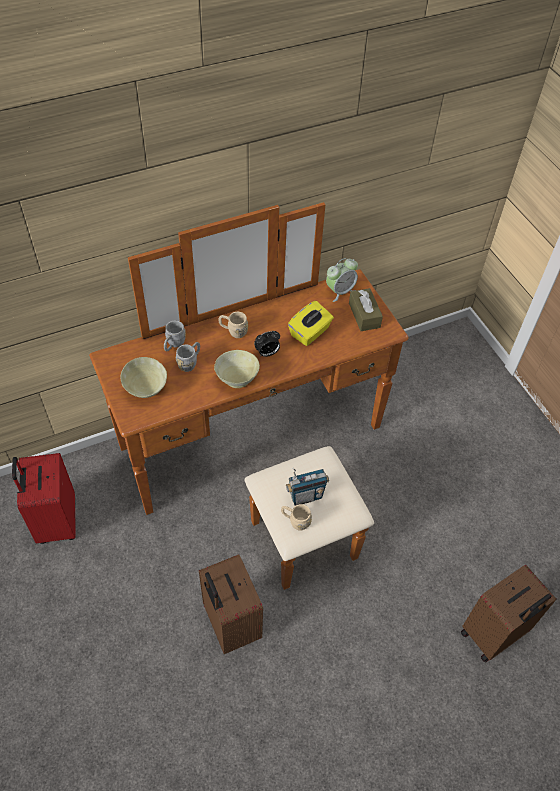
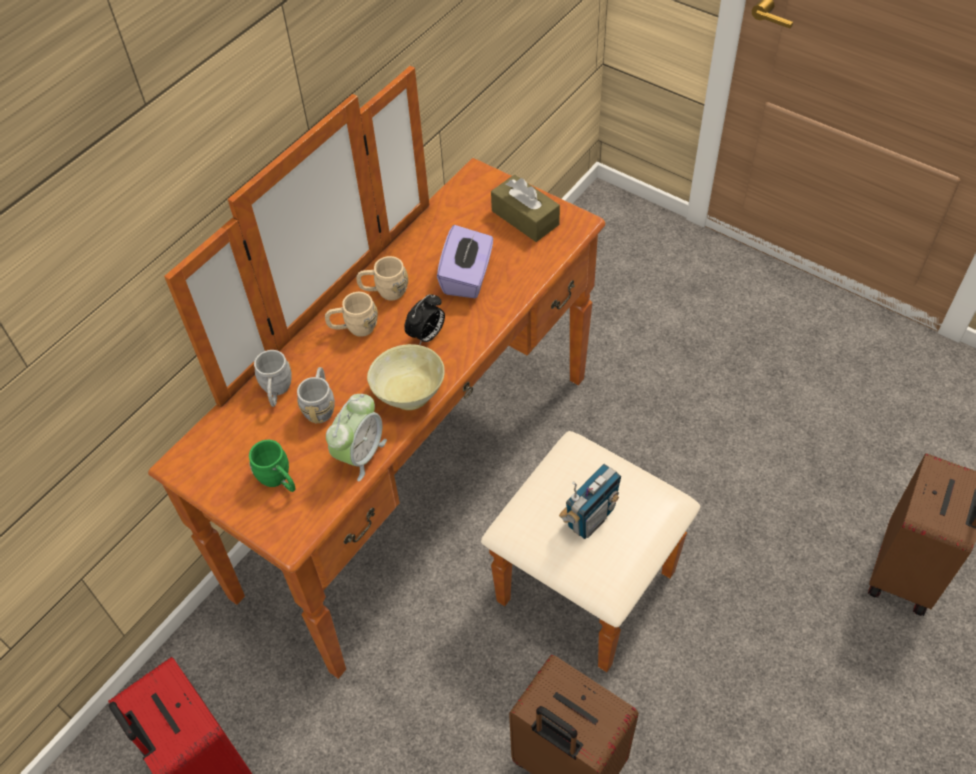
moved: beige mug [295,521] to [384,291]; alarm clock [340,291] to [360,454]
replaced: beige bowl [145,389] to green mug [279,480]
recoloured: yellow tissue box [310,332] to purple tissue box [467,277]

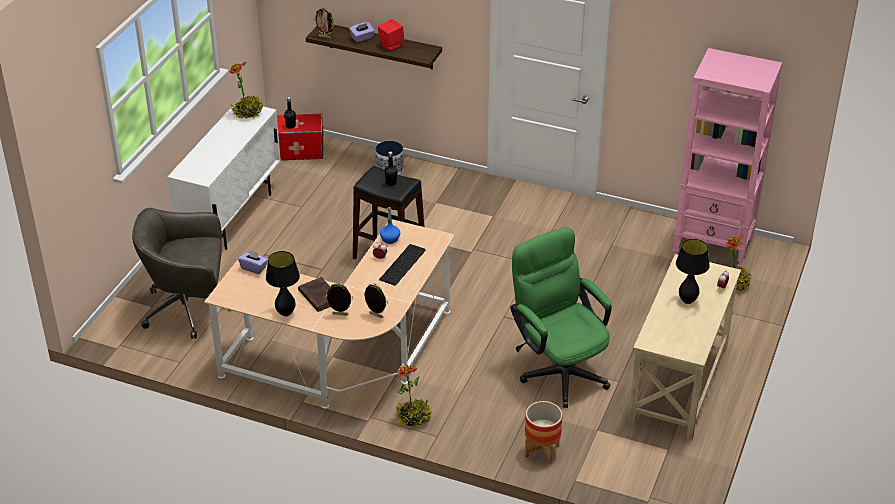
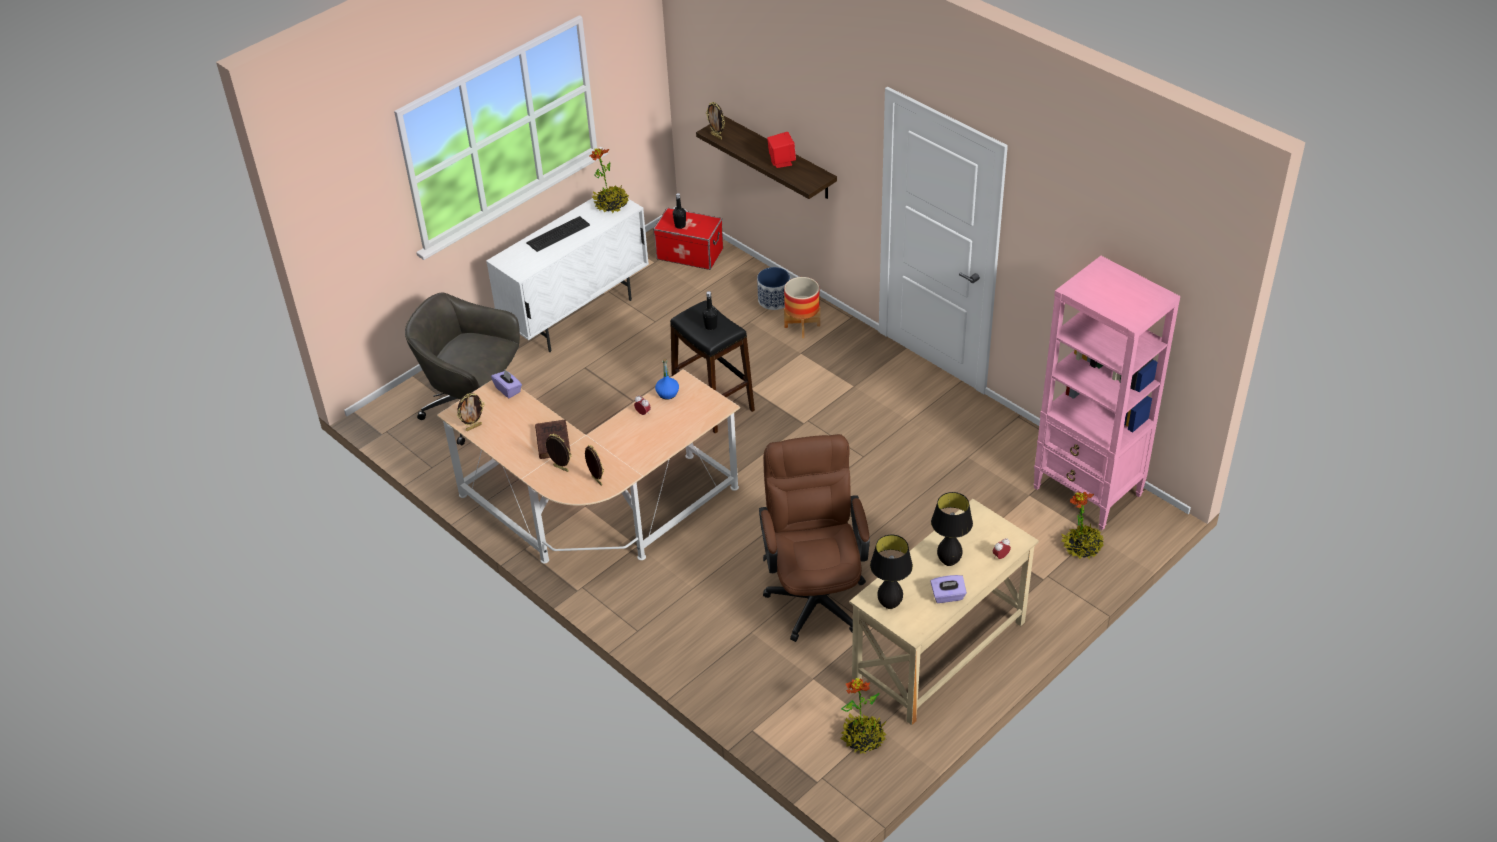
added: picture frame [473,427]
moved: black table lamp [286,313] to [890,604]; purple tissue box [362,38] to [948,596]; keyboard [401,265] to [557,234]; potted plant [413,418] to [863,738]; planter [541,451] to [802,326]
recoloured: green office chair [559,369] to brown office chair [815,592]

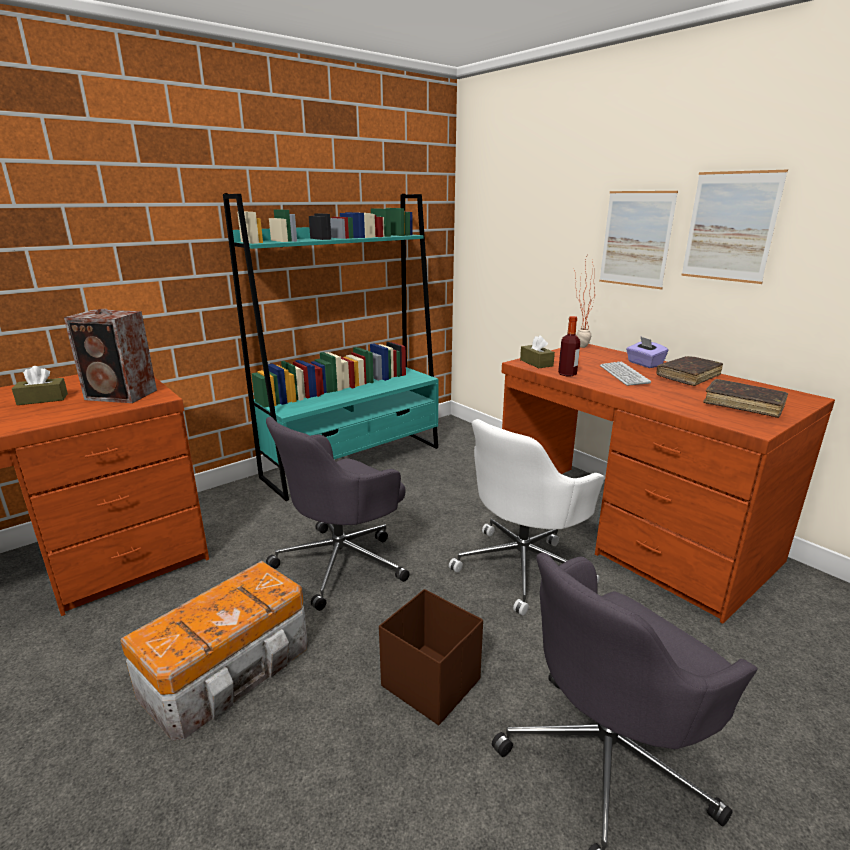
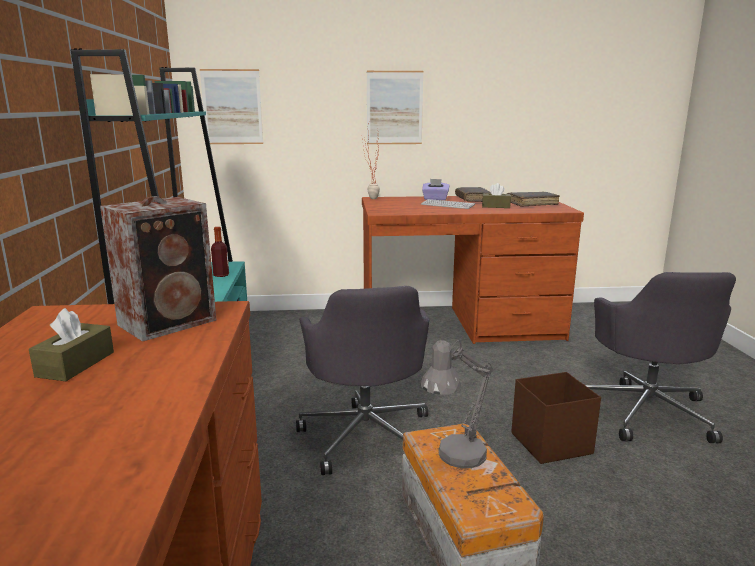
removed: white office chair [523,566]
added: grey table lamp [455,458]
moved: brown tissue box [536,363] to [496,206]; bottle [567,374] to [221,275]; picture [730,227] to [232,107]

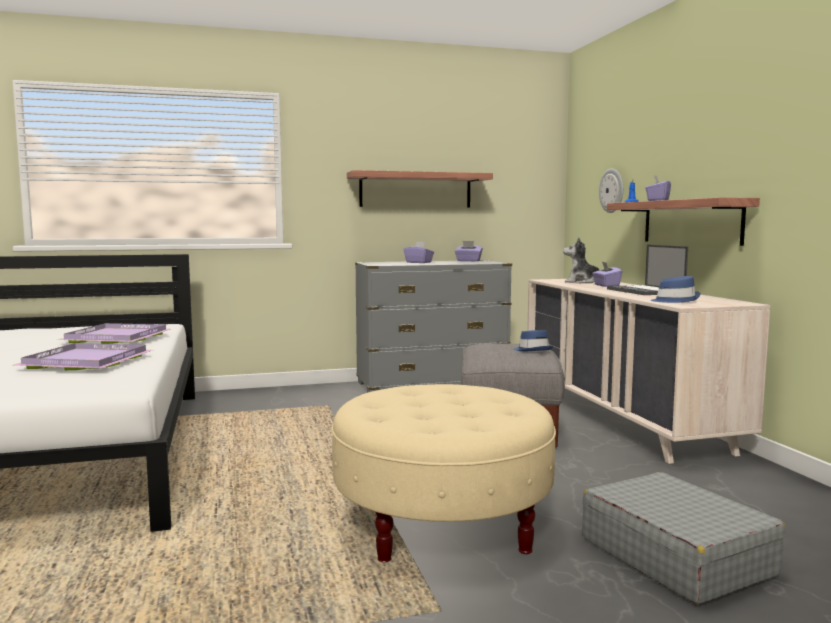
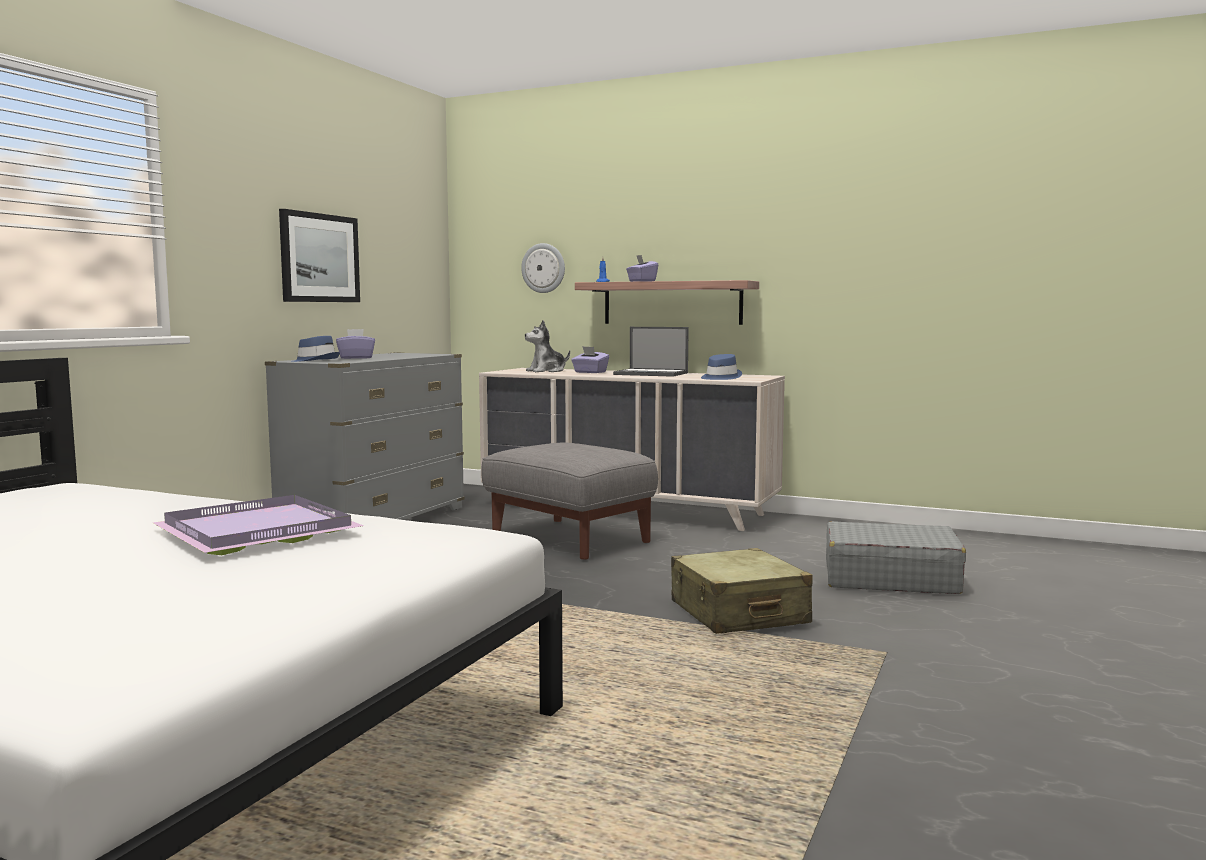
removed: purple tray [119,337]; purple tissue box [468,261]
moved: blue hat [532,350] to [315,360]
replaced: beige ottoman [442,524] to beige suitcase [738,613]; shelf [415,190] to picture [319,258]

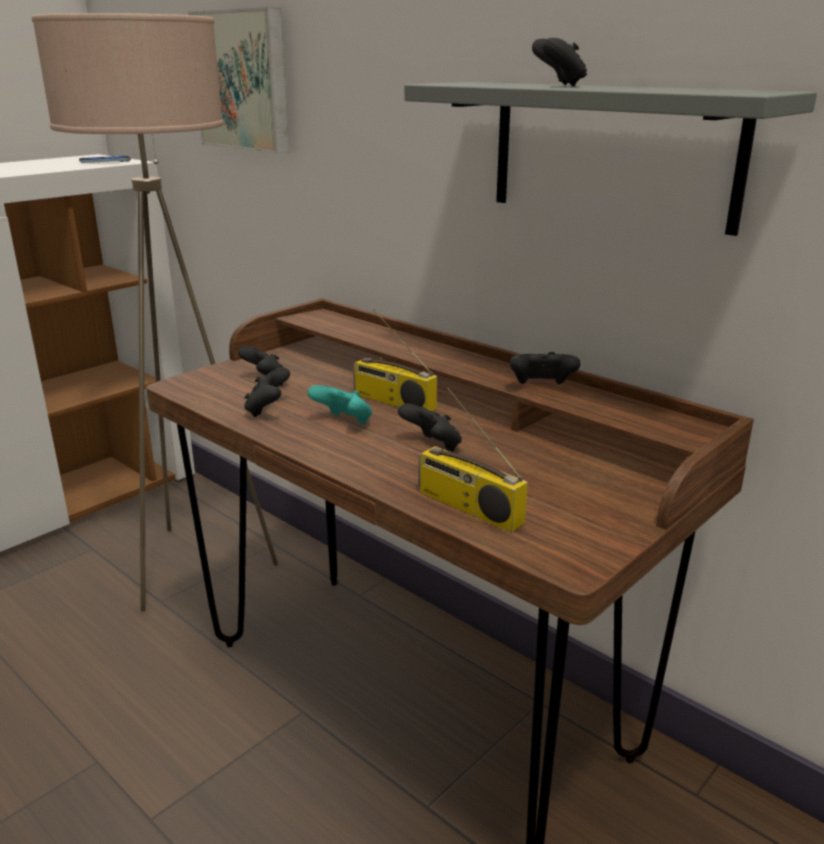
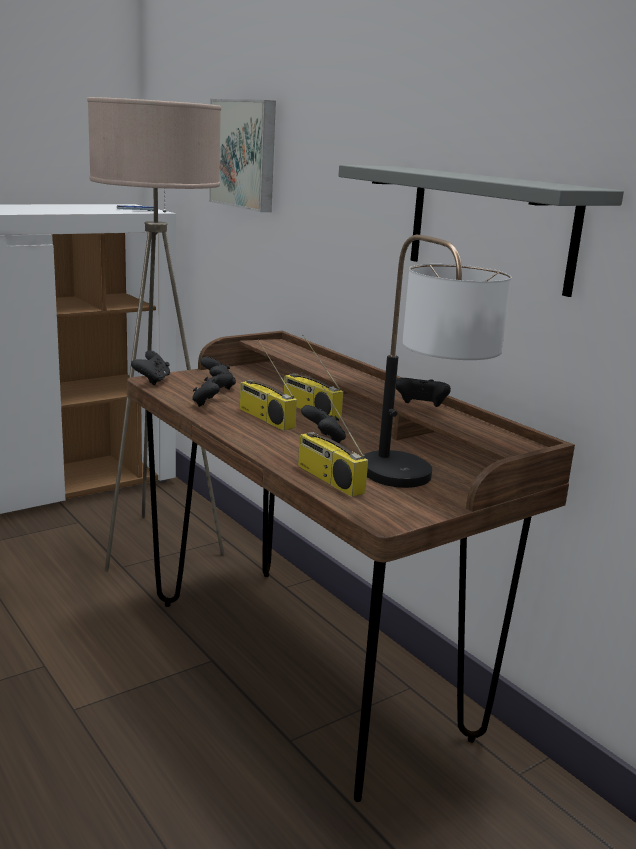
added: table lamp [417,487]
moved: black game controller [558,86] to [152,381]
replaced: turquoise game controller [344,422] to radio [264,418]

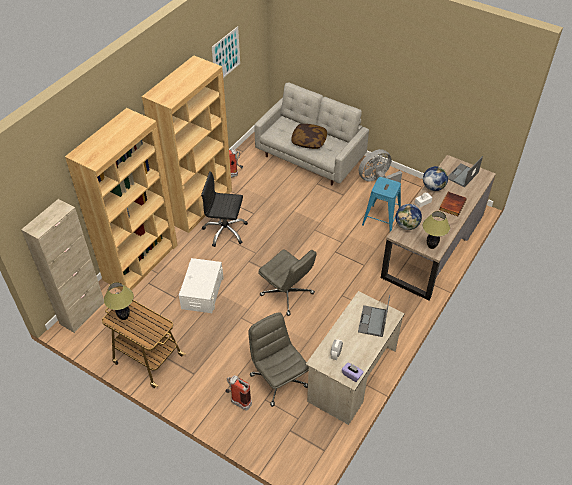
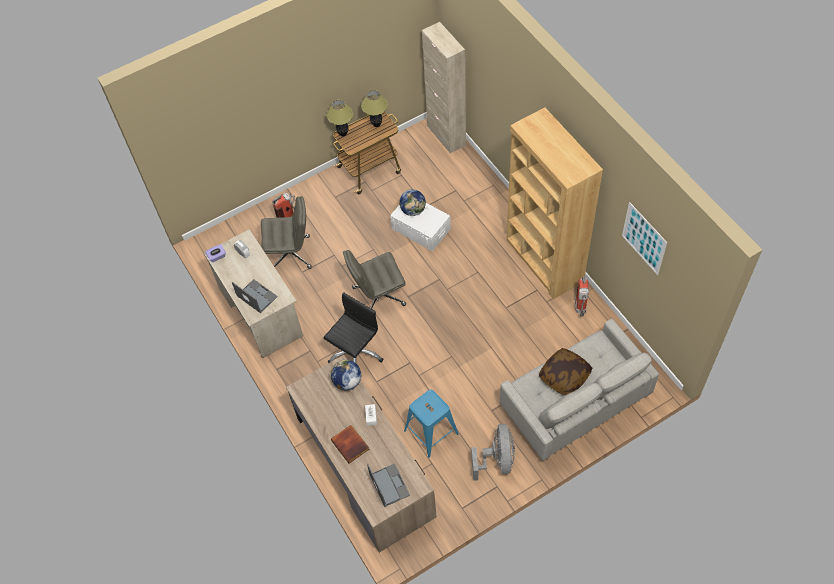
removed: brown bookcase [141,262]
moved: black office chair [225,231] to [355,354]; globe [433,187] to [413,210]; table lamp [431,246] to [343,134]

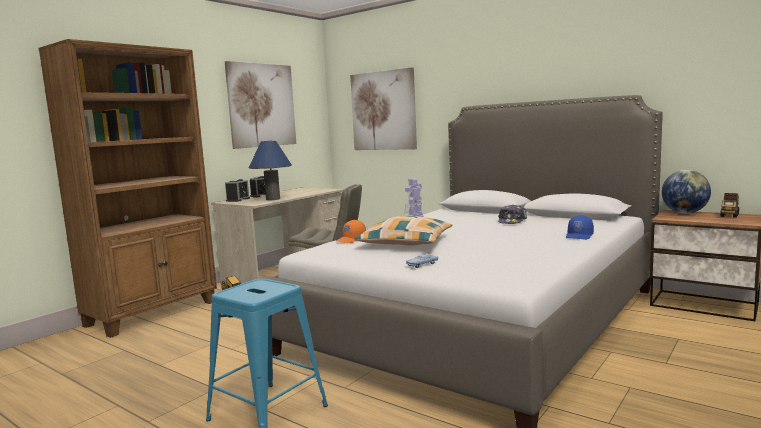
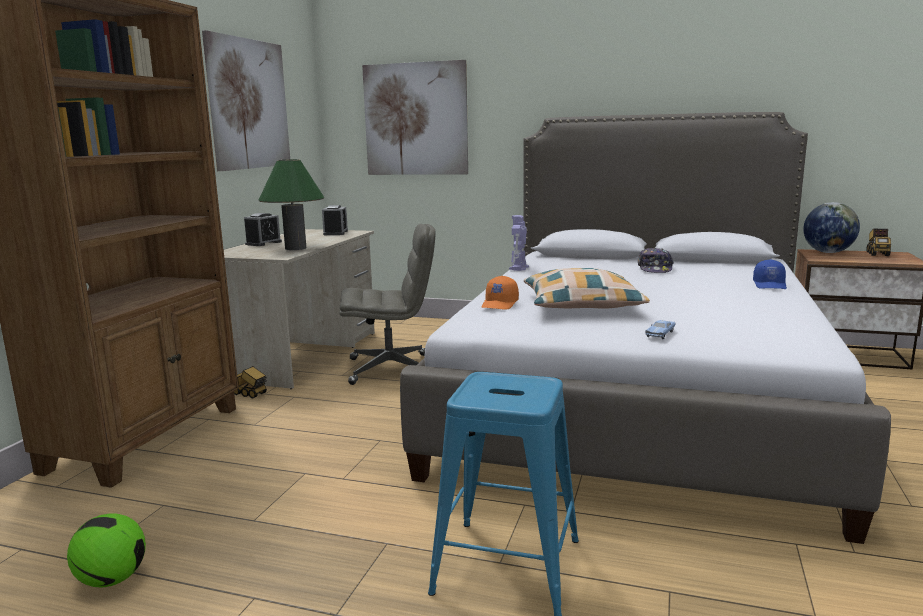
added: football [112,579]
moved: alarm clock [238,200] to [335,233]
recoloured: blue table lamp [273,199] to green table lamp [295,248]

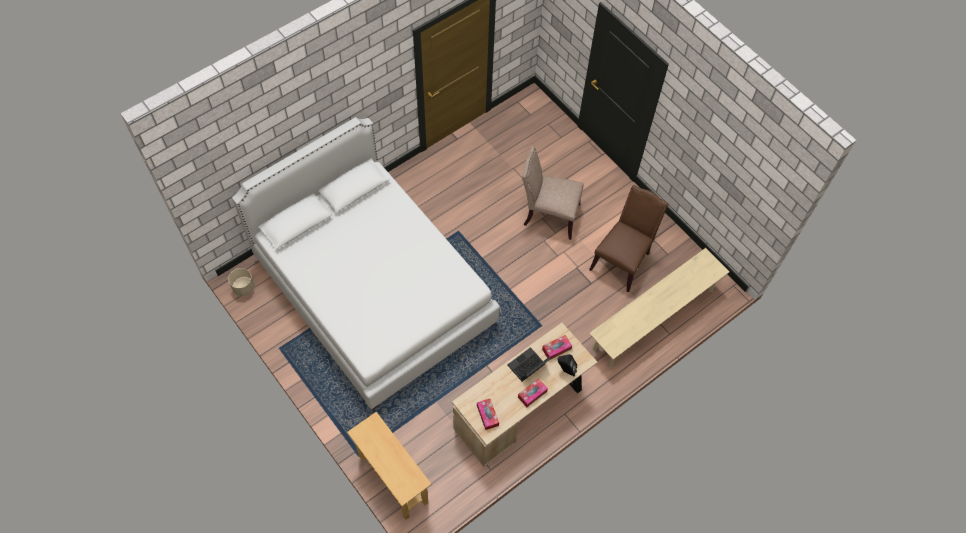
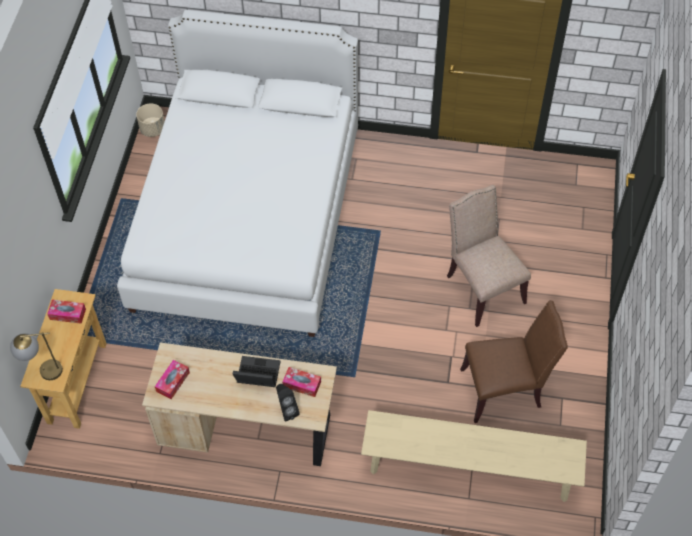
added: table lamp [43,372]
moved: tissue box [532,394] to [67,314]

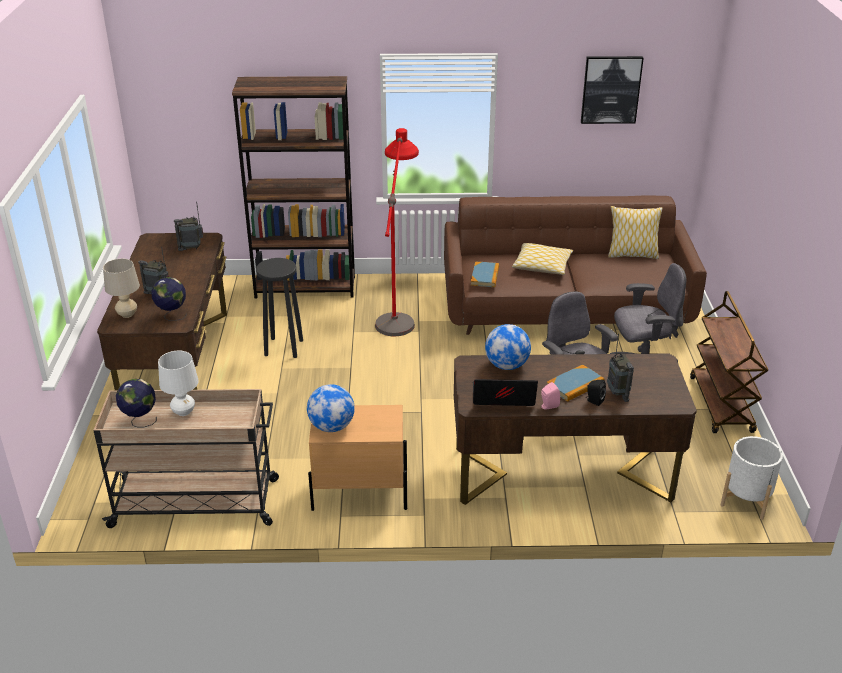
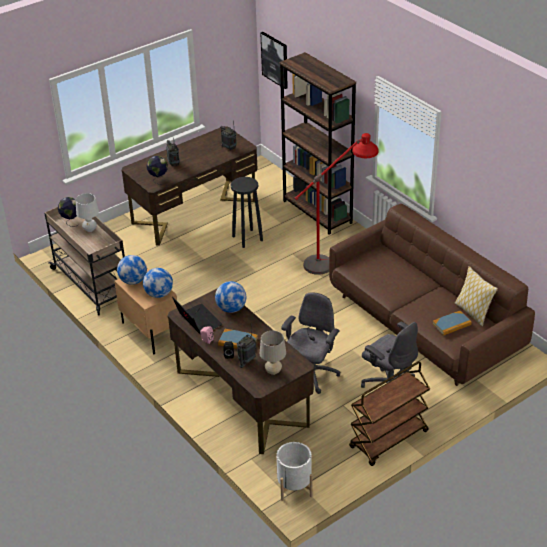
removed: pillow [542,266]
added: globe [159,294]
moved: beige table lamp [127,314] to [273,371]; book [485,276] to [451,324]; picture [611,89] to [275,59]

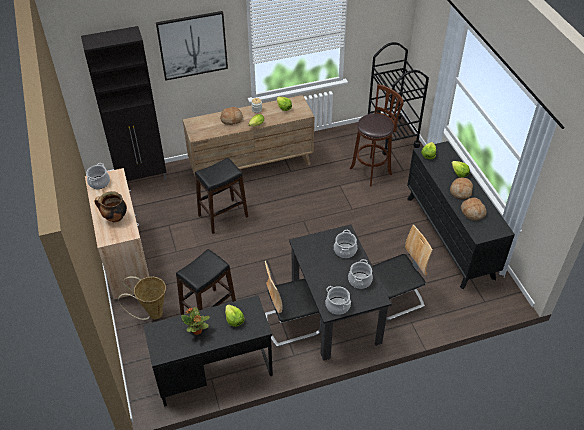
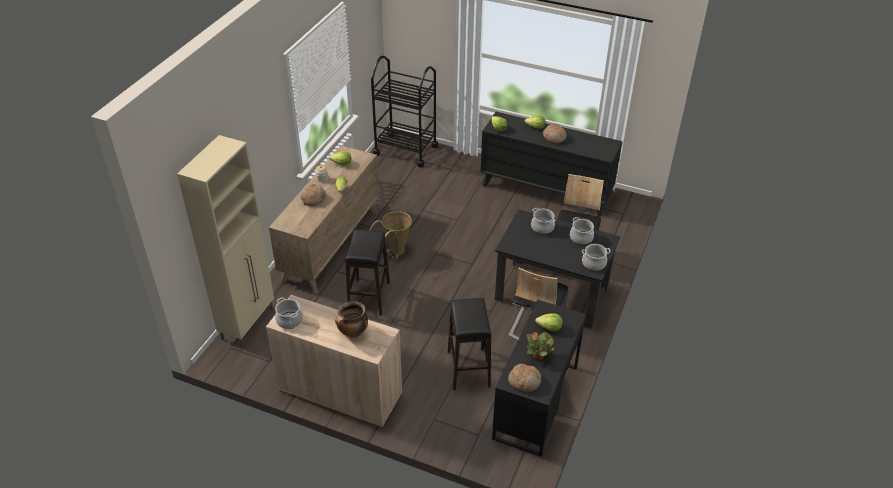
removed: picture [192,45]; brown stool [372,170]
moved: basket [152,313] to [395,253]; bread [472,212] to [524,381]
recoloured: black cabinet [142,178] to beige cabinet [248,323]

